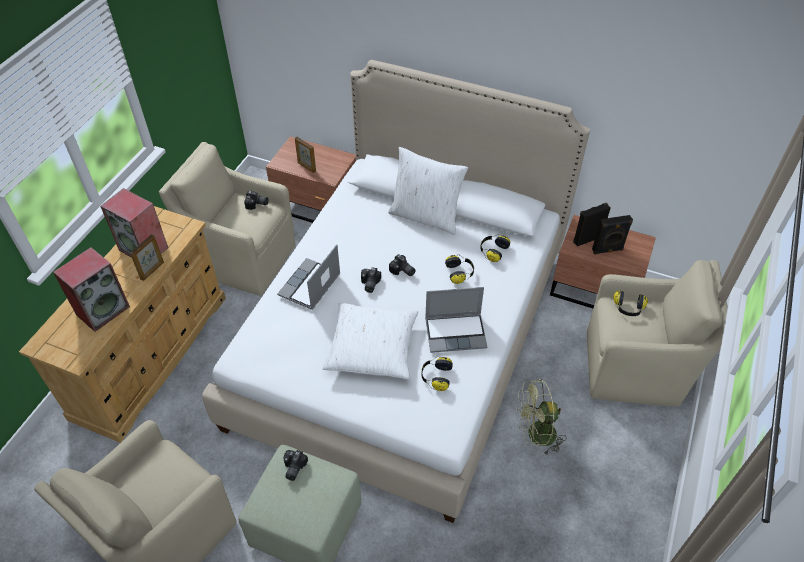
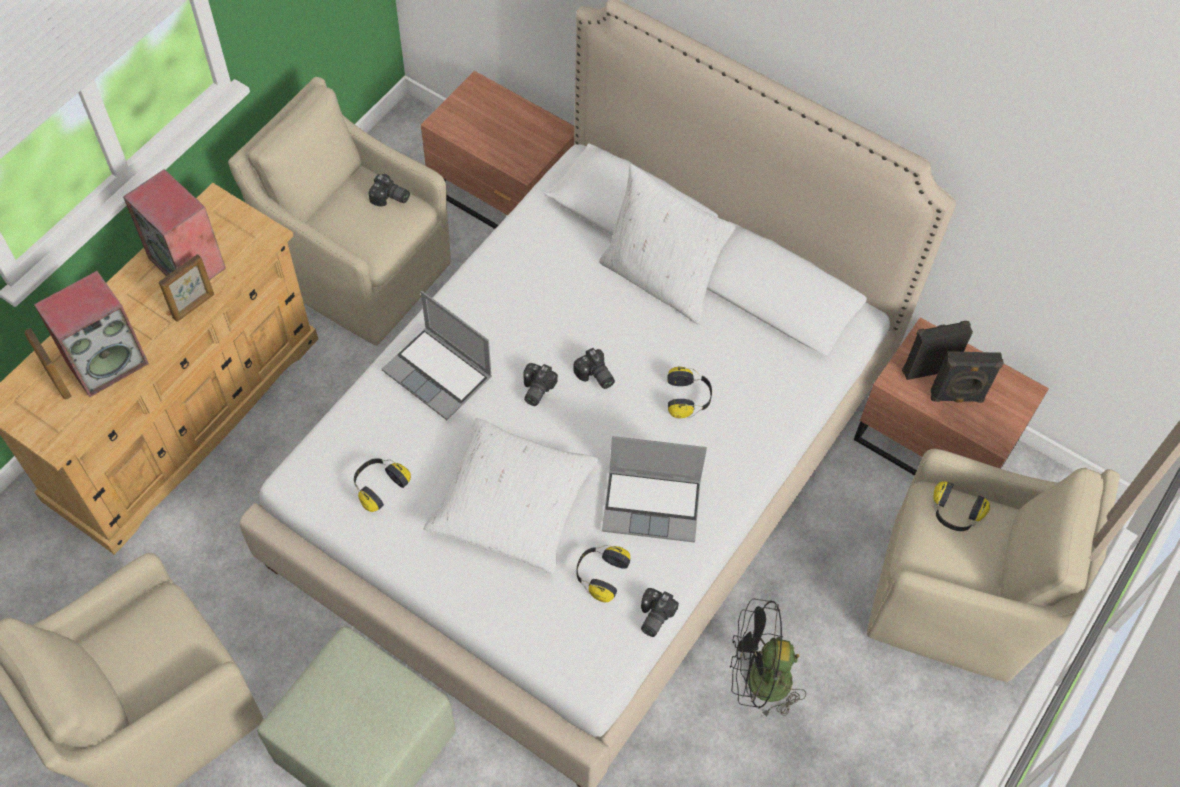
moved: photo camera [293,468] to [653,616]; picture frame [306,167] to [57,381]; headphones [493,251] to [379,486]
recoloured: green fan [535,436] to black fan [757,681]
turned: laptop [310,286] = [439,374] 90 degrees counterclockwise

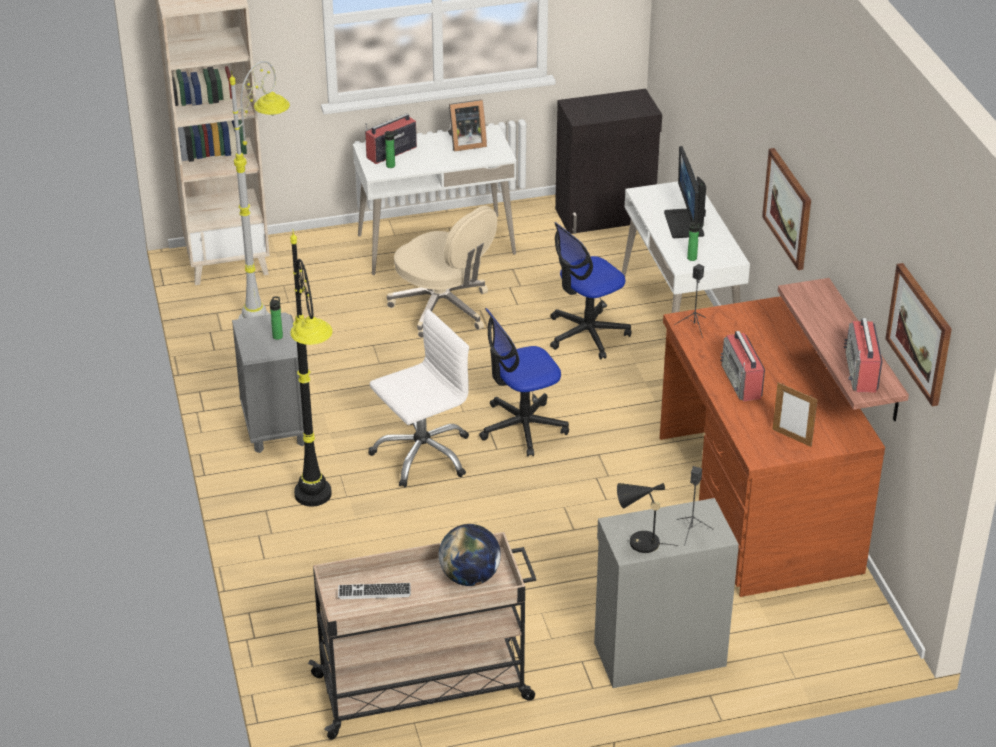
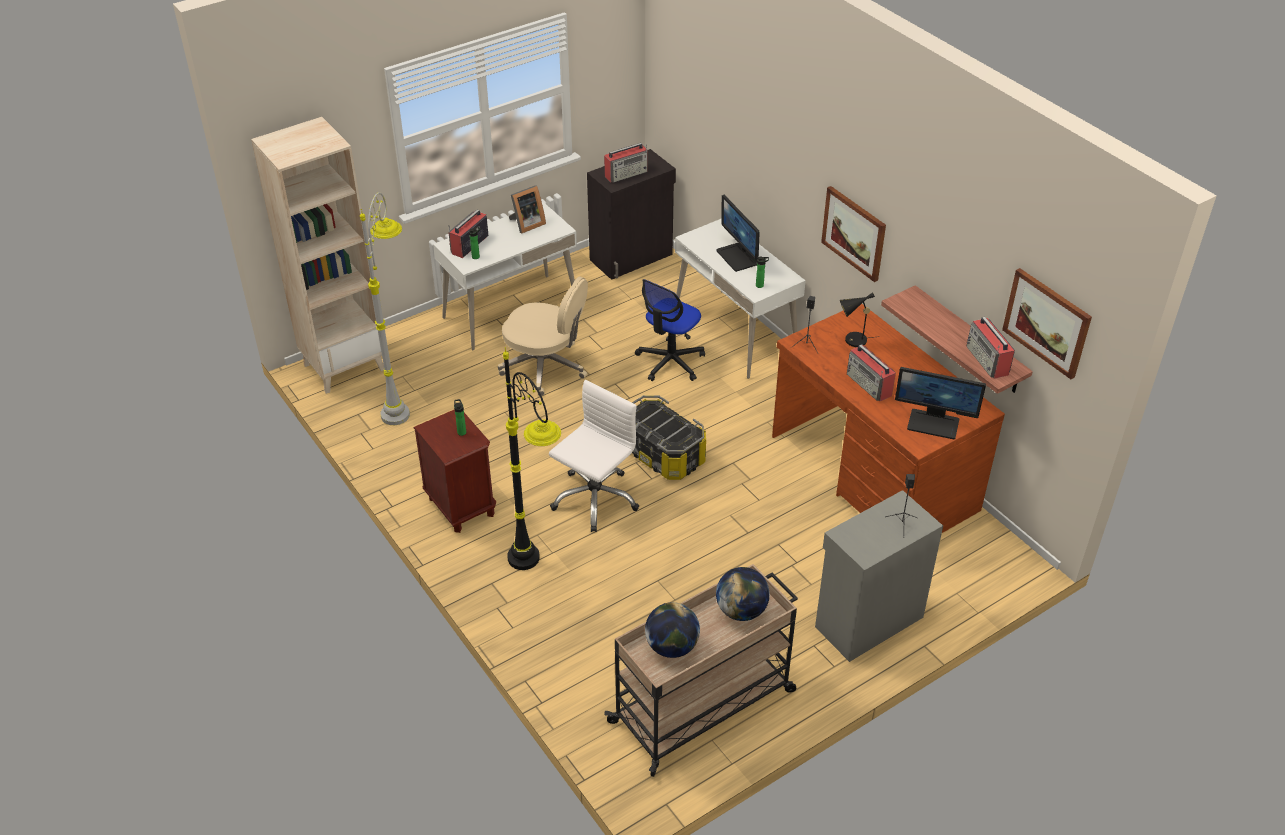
added: radio [626,174]
moved: black table lamp [639,543] to [852,341]
replaced: keyboard [374,592] to globe [672,647]; office chair [522,427] to storage box [662,454]; picture frame [791,438] to monitor [933,423]
recoloured: grey nightstand [275,428] to brown nightstand [461,507]

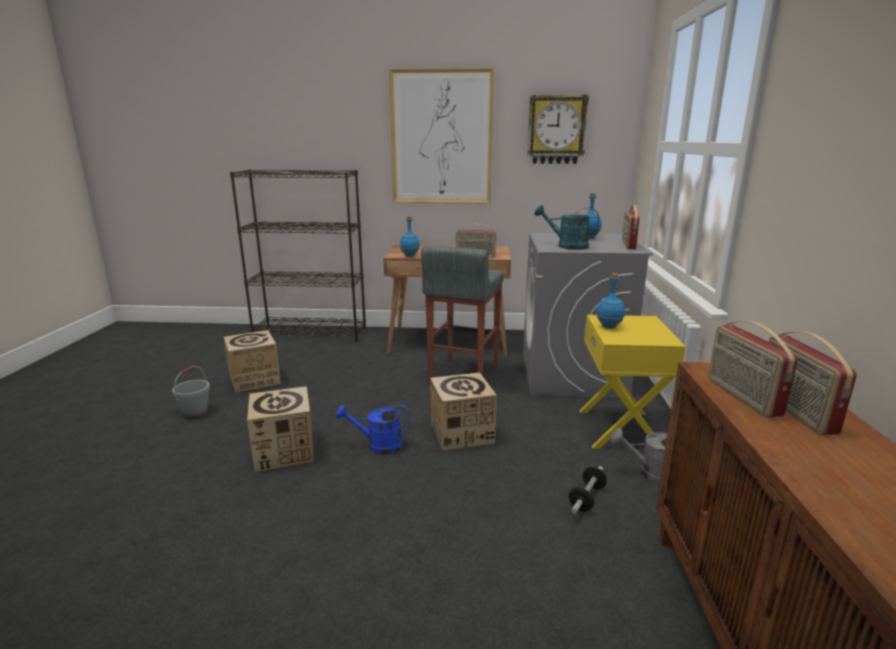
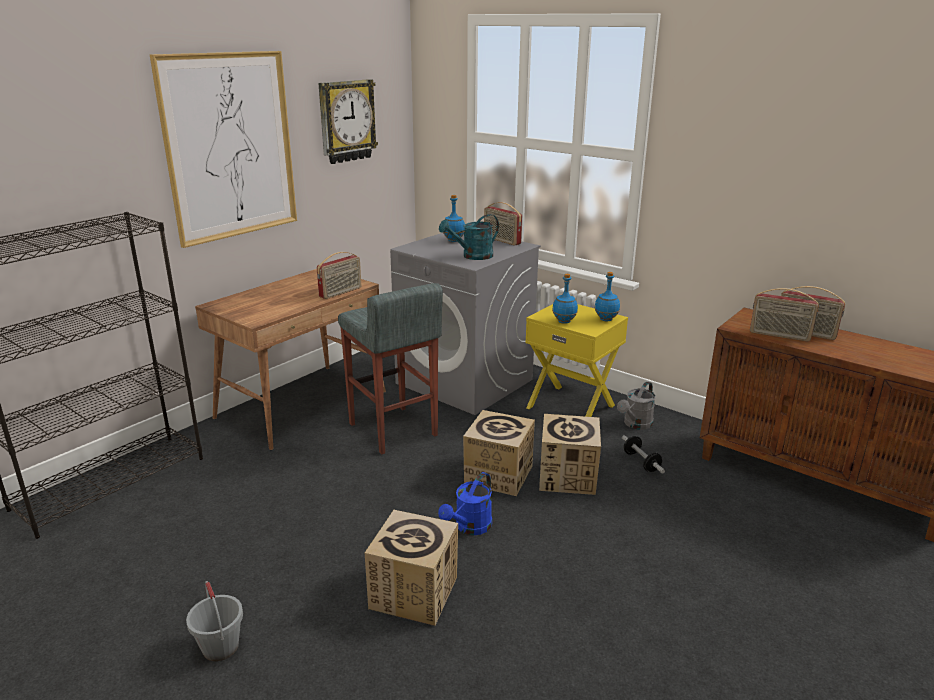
moved: cardboard box [254,379] to [567,476]; blue bottle [409,256] to [606,320]

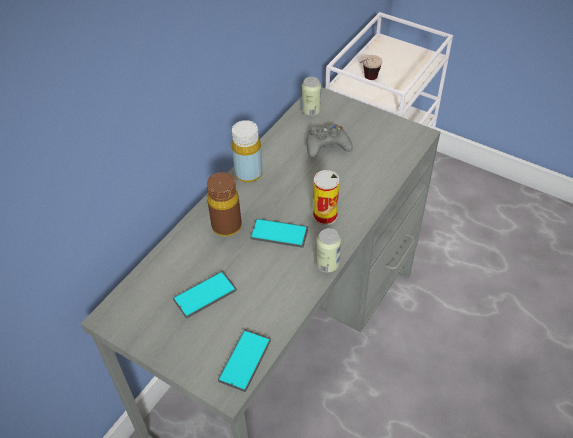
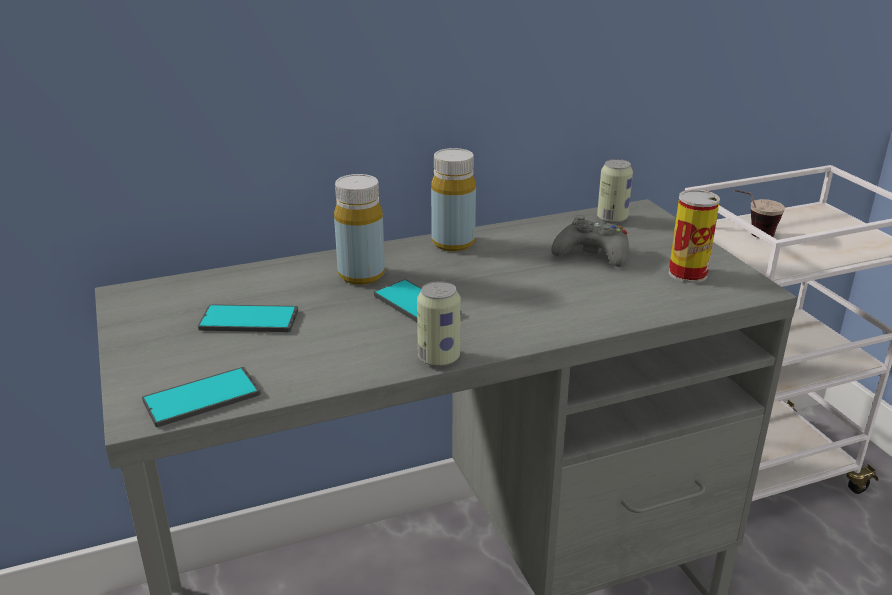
moved: can [325,216] to [687,273]
recoloured: brown bottle [226,226] to yellow bottle [361,275]

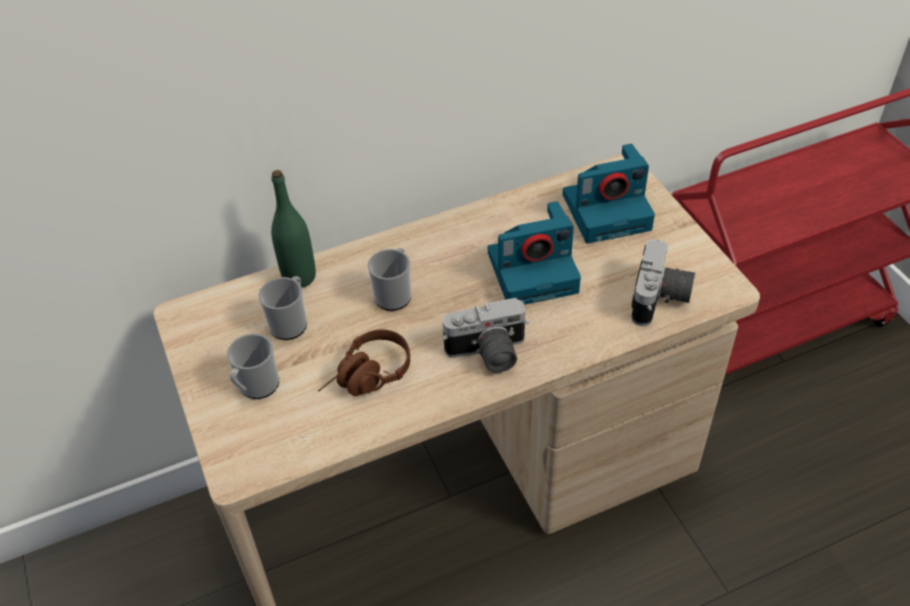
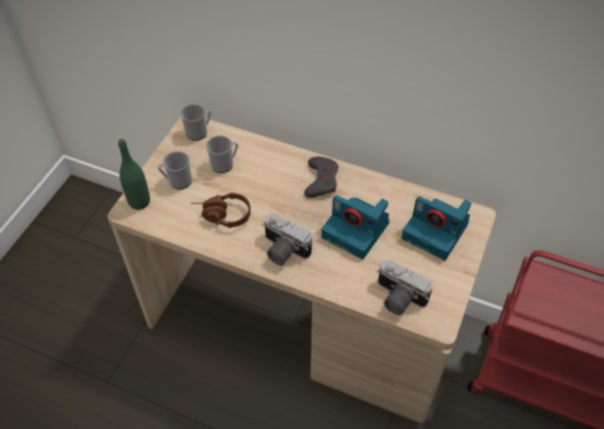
added: grey game controller [321,180]
moved: green bottle [299,277] to [139,202]; mug [394,294] to [199,132]
turned: photo camera [661,300] = [397,298] 60 degrees clockwise

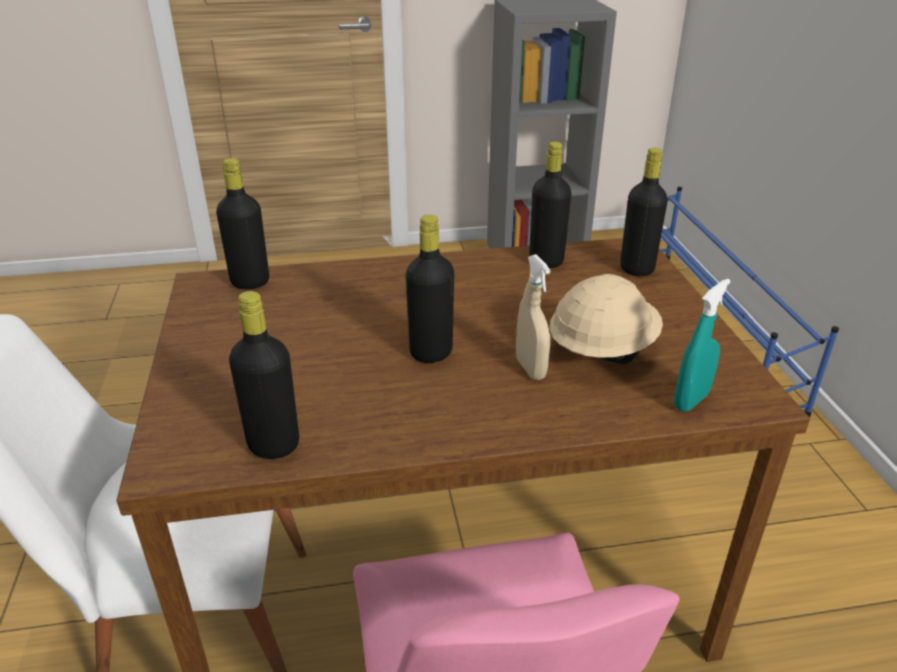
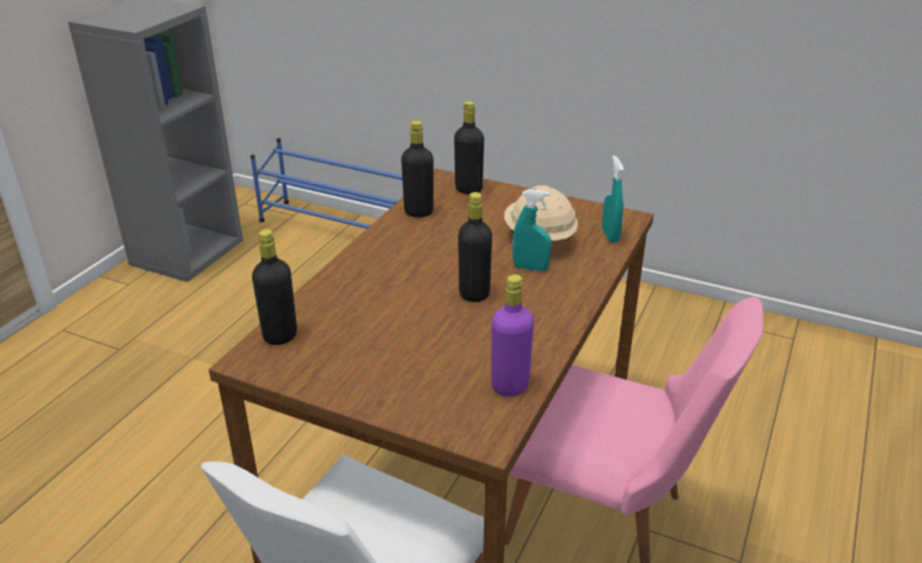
recoloured: black bottle [274,445] to purple bottle [510,386]; beige spray bottle [530,369] to turquoise spray bottle [530,268]

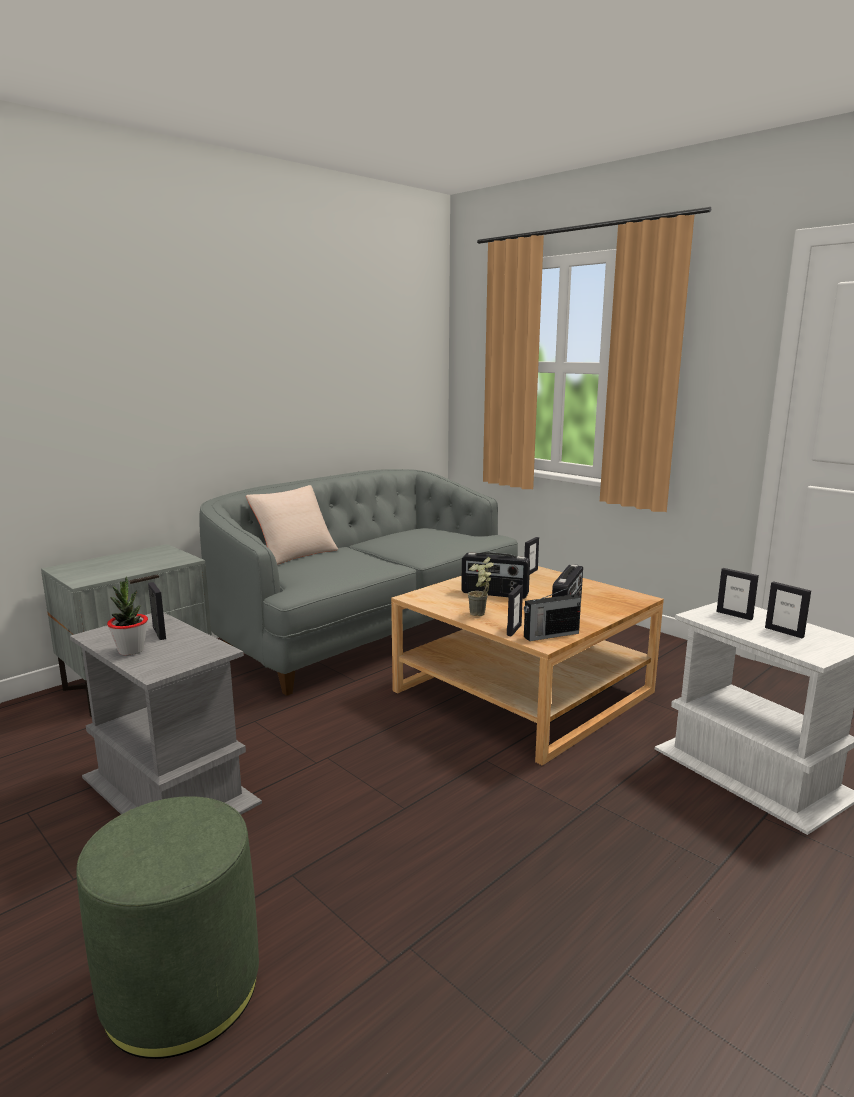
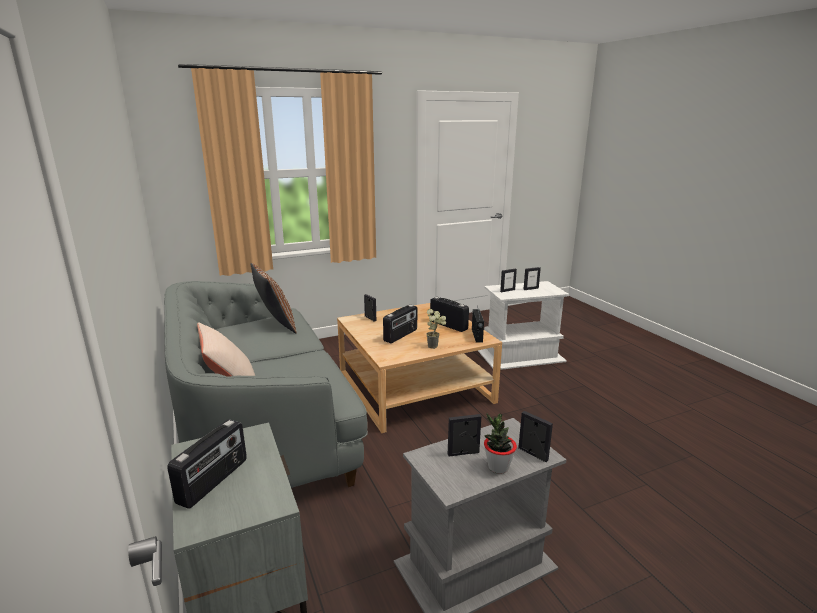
removed: green ottoman [182,988]
added: radio [214,481]; brown pillow [276,324]
moved: picture frame [514,630] to [532,454]

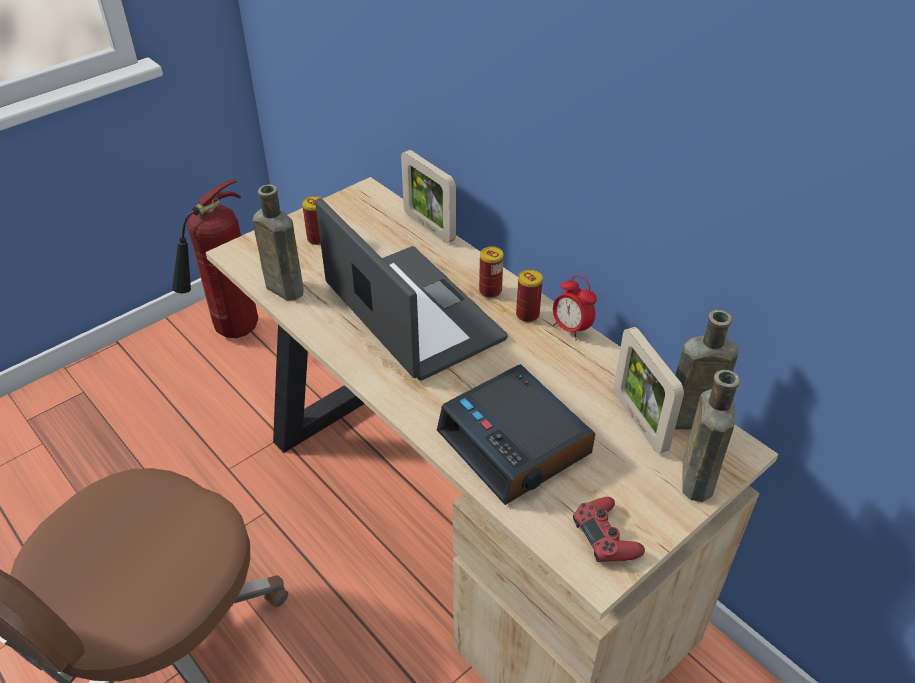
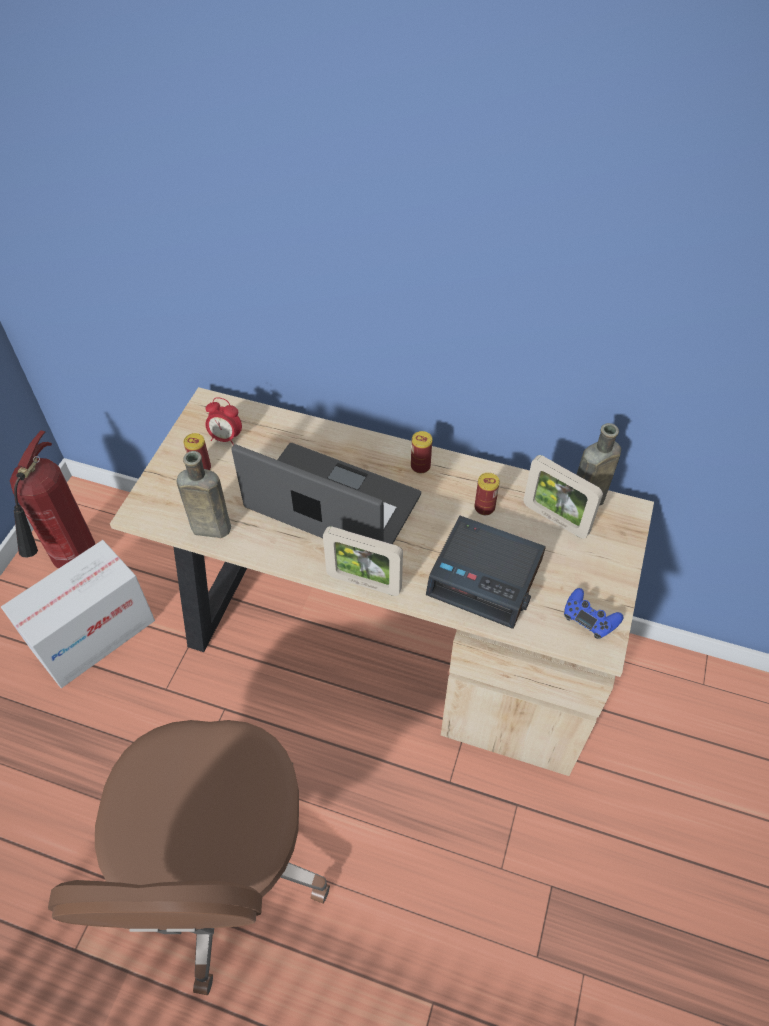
removed: brown bottle [696,477]
added: cardboard box [94,635]
moved: picture frame [429,227] to [364,583]; can [490,291] to [484,507]; alarm clock [571,329] to [226,438]
recoloured: red game controller [605,536] to blue game controller [590,617]

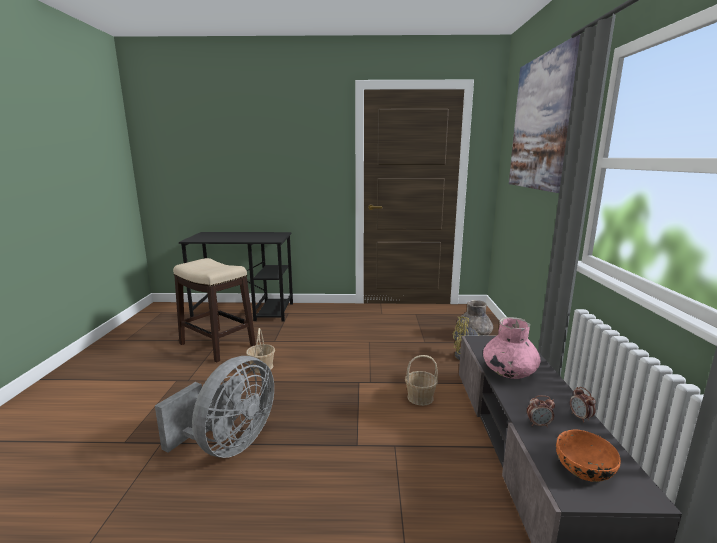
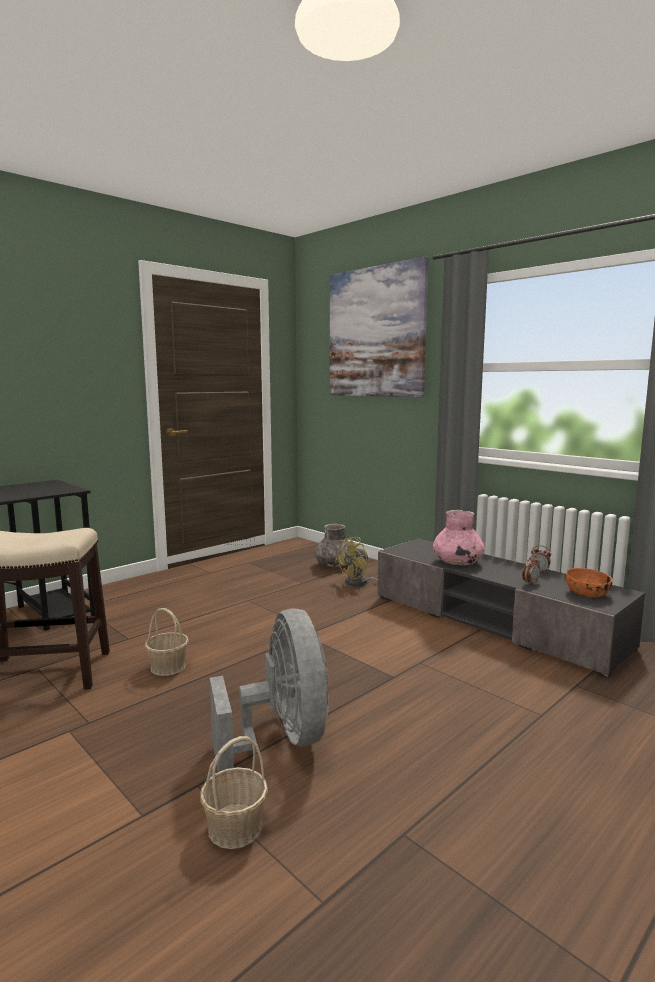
moved: basket [420,397] to [234,827]

